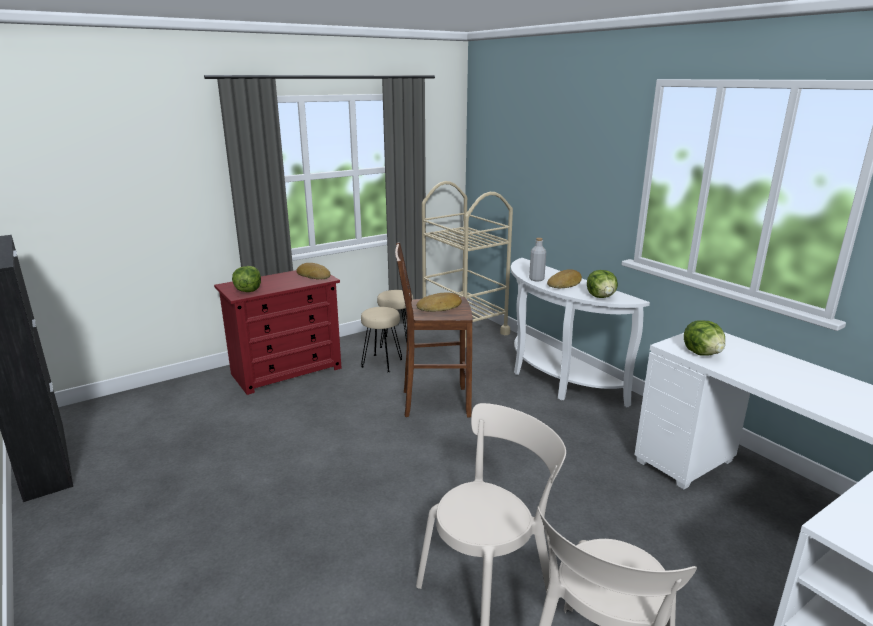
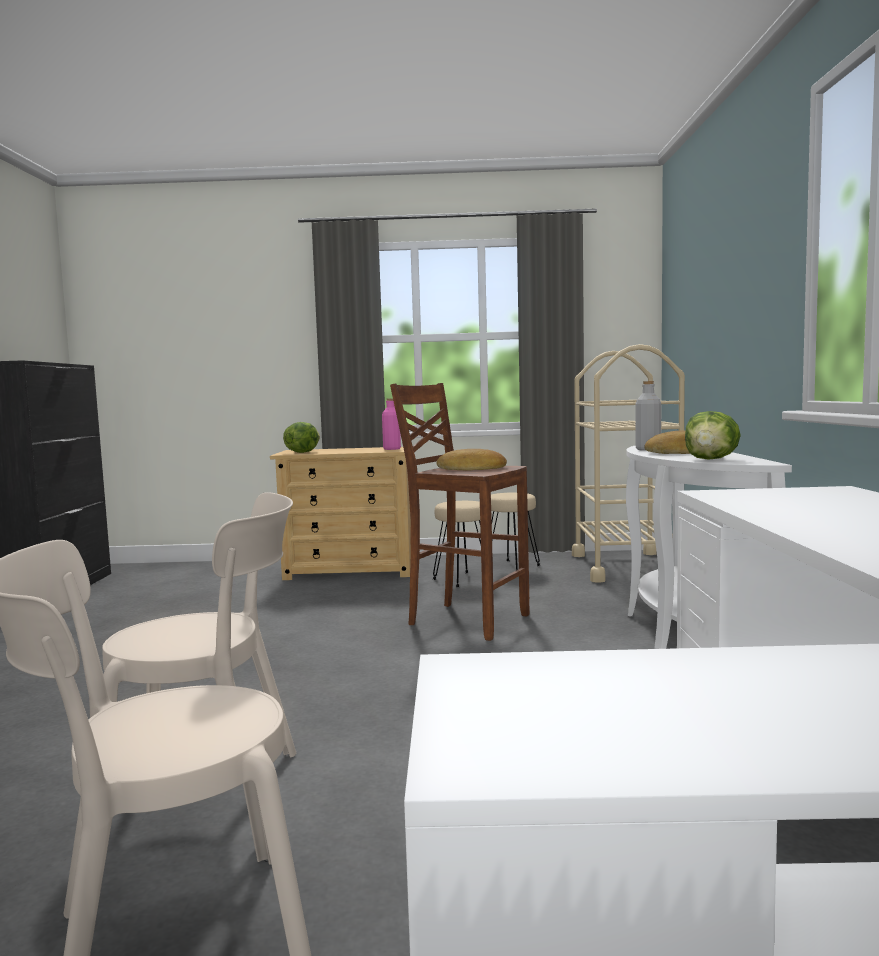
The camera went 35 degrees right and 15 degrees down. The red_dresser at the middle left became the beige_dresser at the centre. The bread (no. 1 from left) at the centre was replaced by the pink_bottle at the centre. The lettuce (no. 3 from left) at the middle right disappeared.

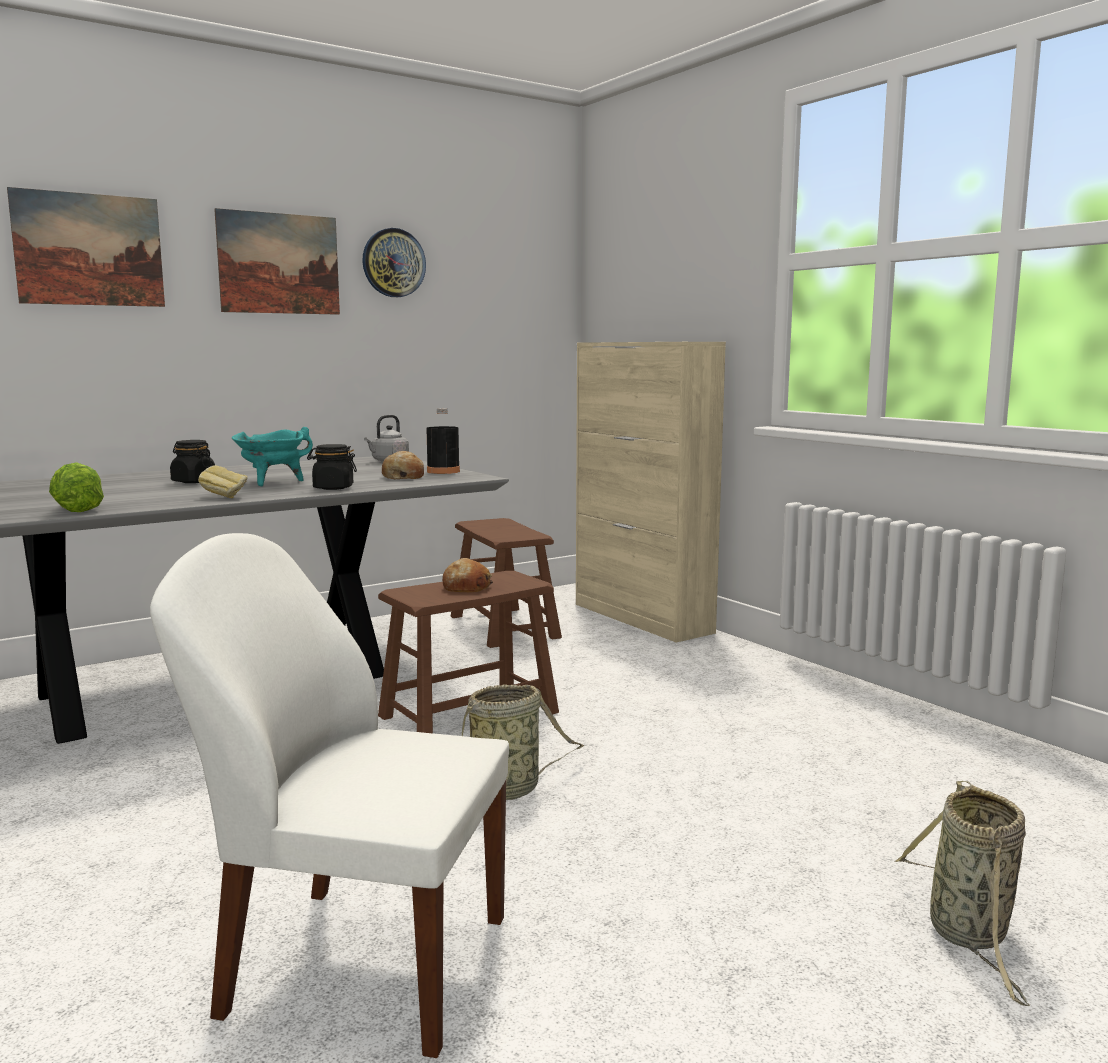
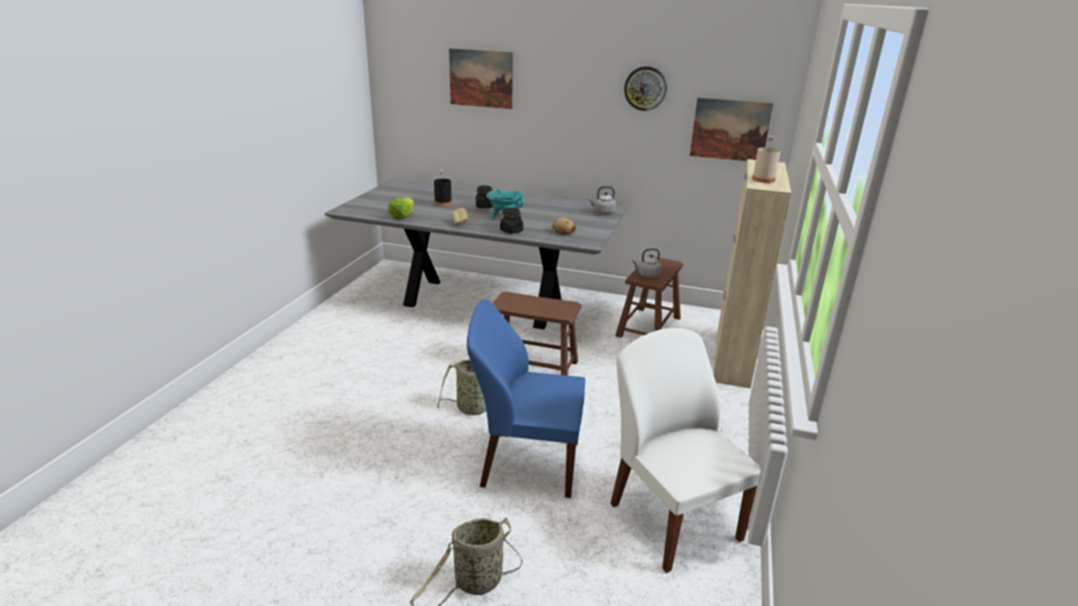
The camera went 50 degrees right and 15 degrees up. The black_bottle moved from the centre to the top centre. The blue_chair at the centre appeared. The white_chair moved from the bottom left to the bottom centre. The grey_kettle (no. 2 from left) at the centre appeared. The picture (no. 2 from left) moved from the top left to the top right. The beige_bottle at the top right appeared. The bread (no. 3 from left) at the centre disappeared.

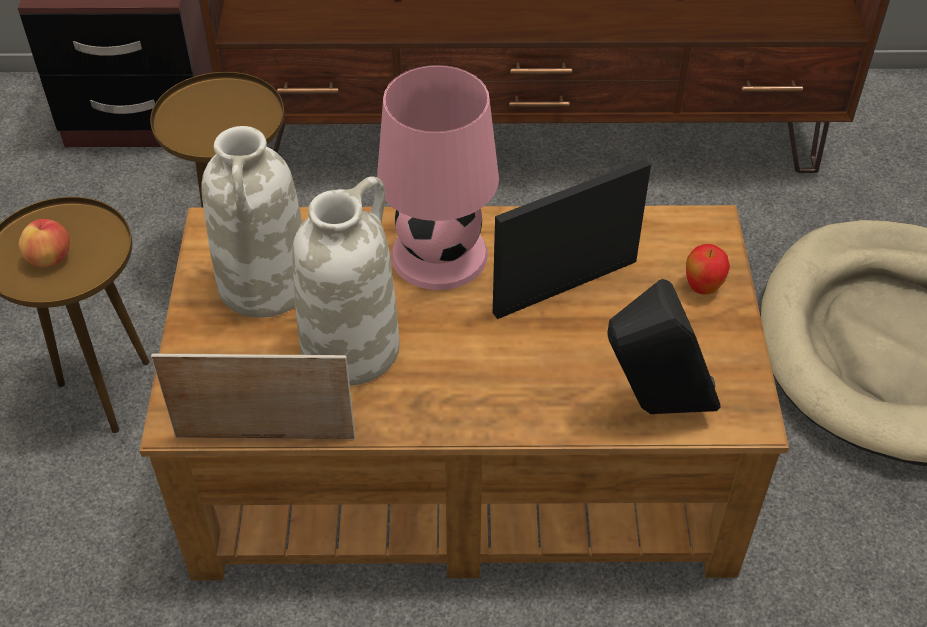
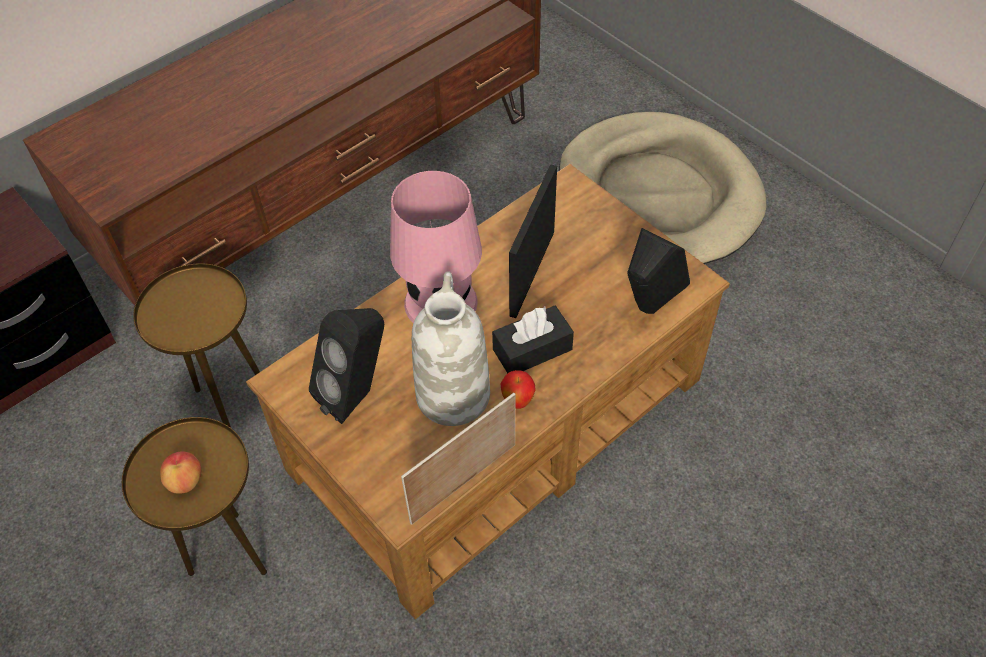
The camera went 40 degrees left and 5 degrees up. The white_vase (no. 1 from left) at the middle left was replaced by the black_speaker (no. 1 from left) at the centre. The black_tissue_box at the centre appeared. The apple (no. 2 from left) moved from the middle right to the centre.

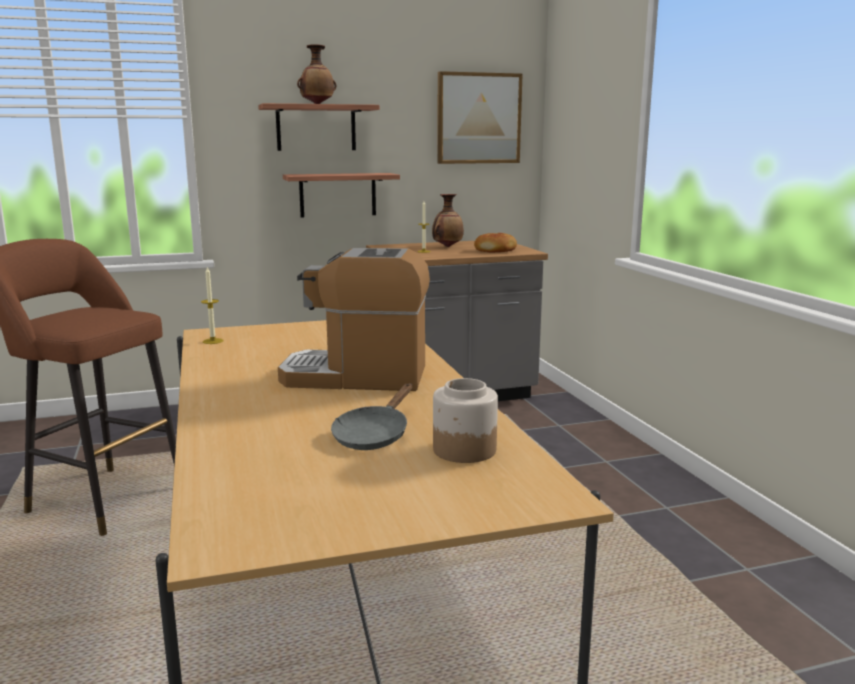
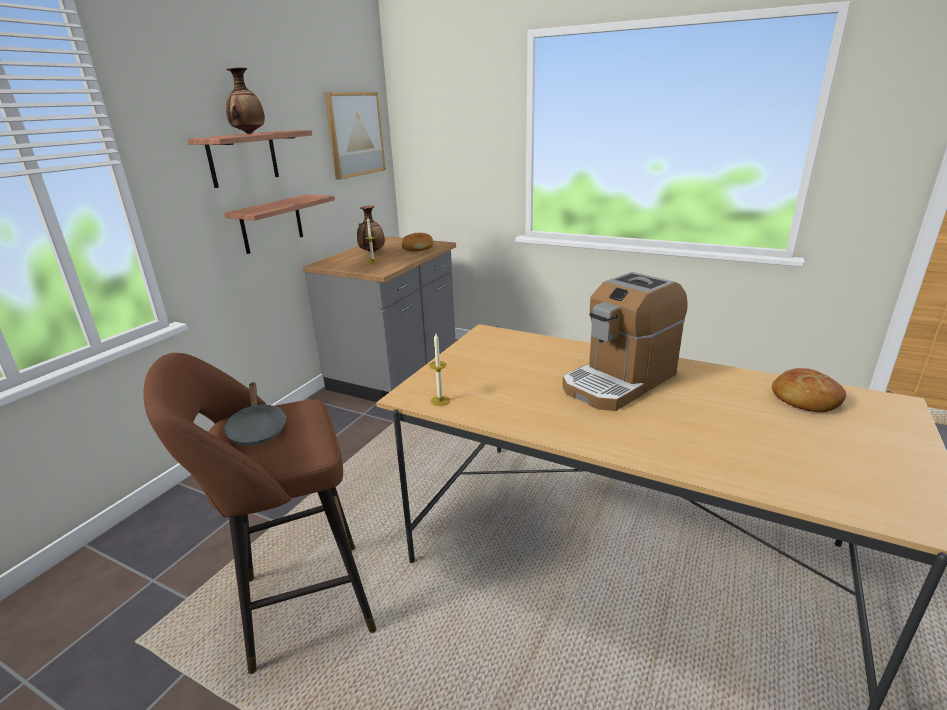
The camera went 45 degrees left and 10 degrees up. The grey_frying_pan moved from the centre to the middle left. The jar at the centre was replaced by the bread (no. 2 from left) at the middle right.

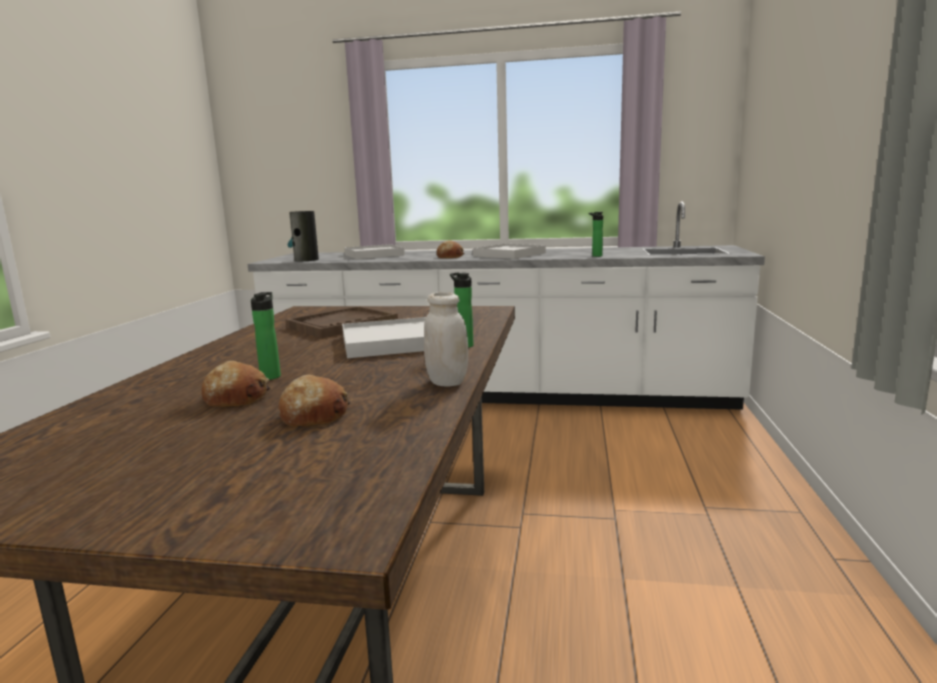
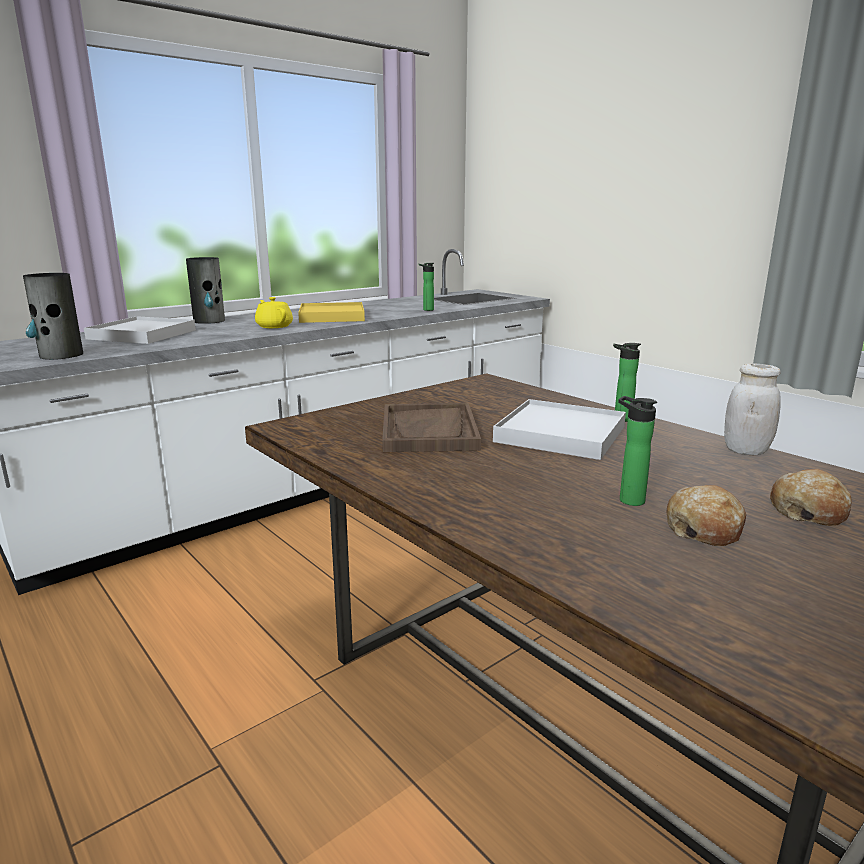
The camera went 50 degrees left and 5 degrees up. The vase (no. 2 from left) at the middle left appeared. The bread (no. 3 from left) at the centre was replaced by the yellow_teapot at the middle left. The white_tray (no. 3 from left) at the centre became the yellow_tray at the centre.

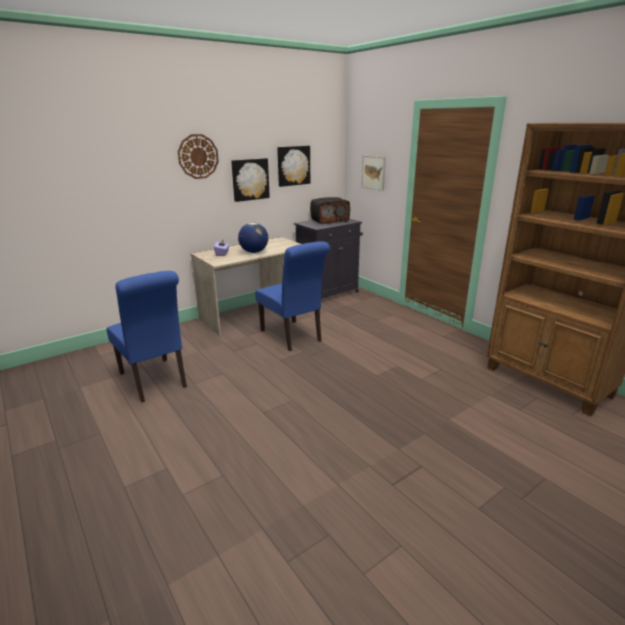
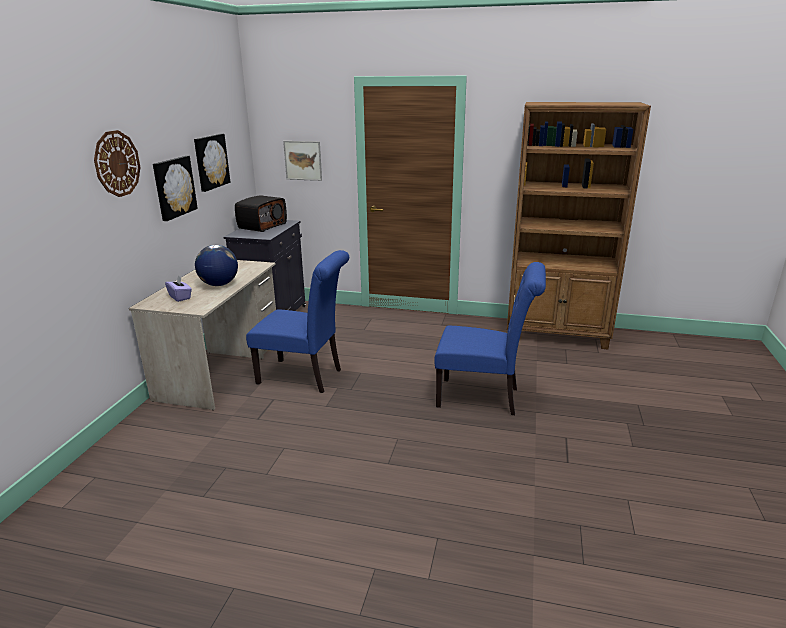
The camera went 40 degrees left and 0 degrees up. The blue_chair (no. 1 from left in the first image) moved from the middle left to the centre.

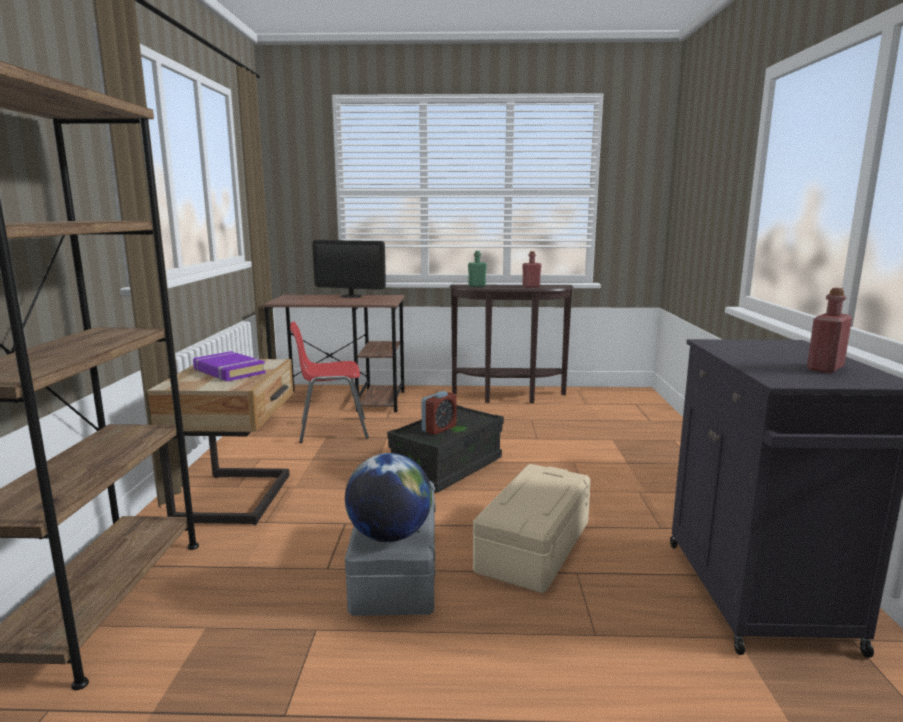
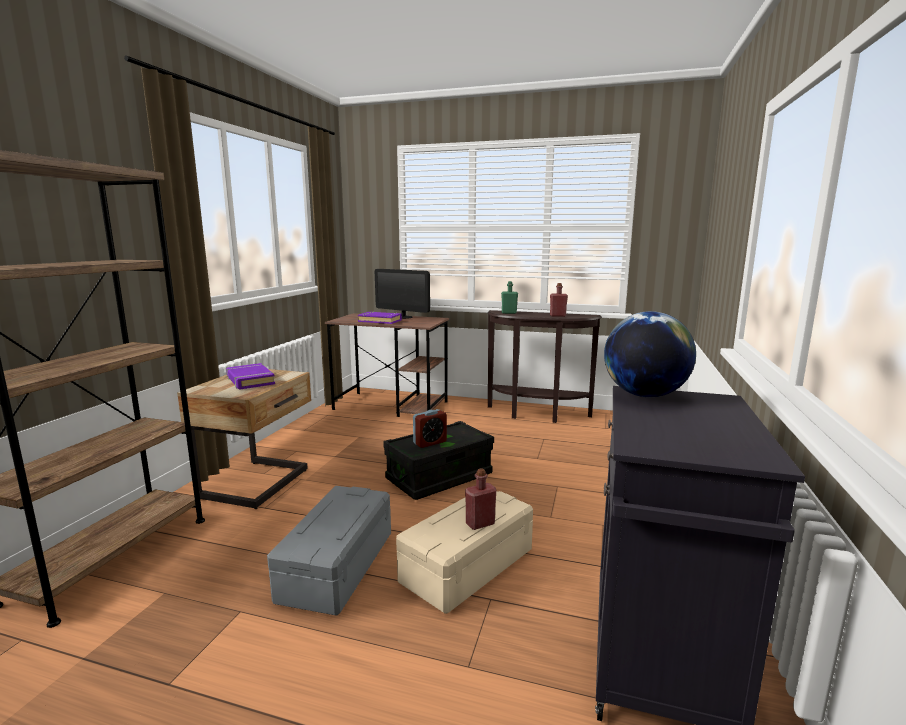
The camera went 15 degrees right and 0 degrees up. The purple_book (no. 2 from left) at the centre appeared. The red_bottle (no. 2 from left in the first image) moved from the middle right to the bottom centre. The globe moved from the bottom centre to the middle right. The red_chair at the centre disappeared.

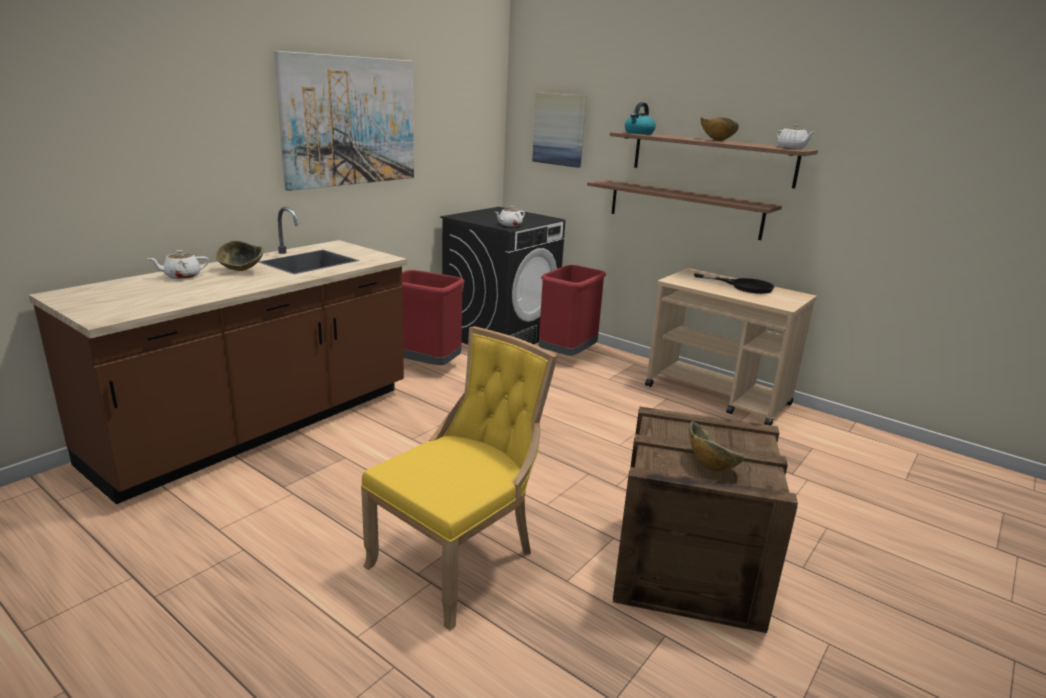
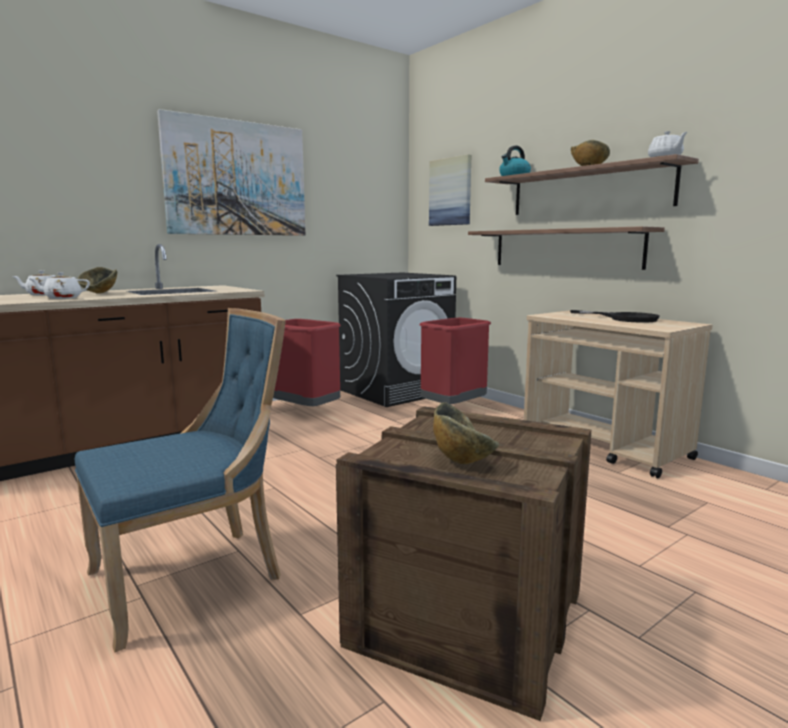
The camera went 15 degrees right and 10 degrees down. The white_teapot (no. 2 from left) moved from the top centre to the middle left. The yellow_chair at the bottom centre became the blue_chair at the middle left.

